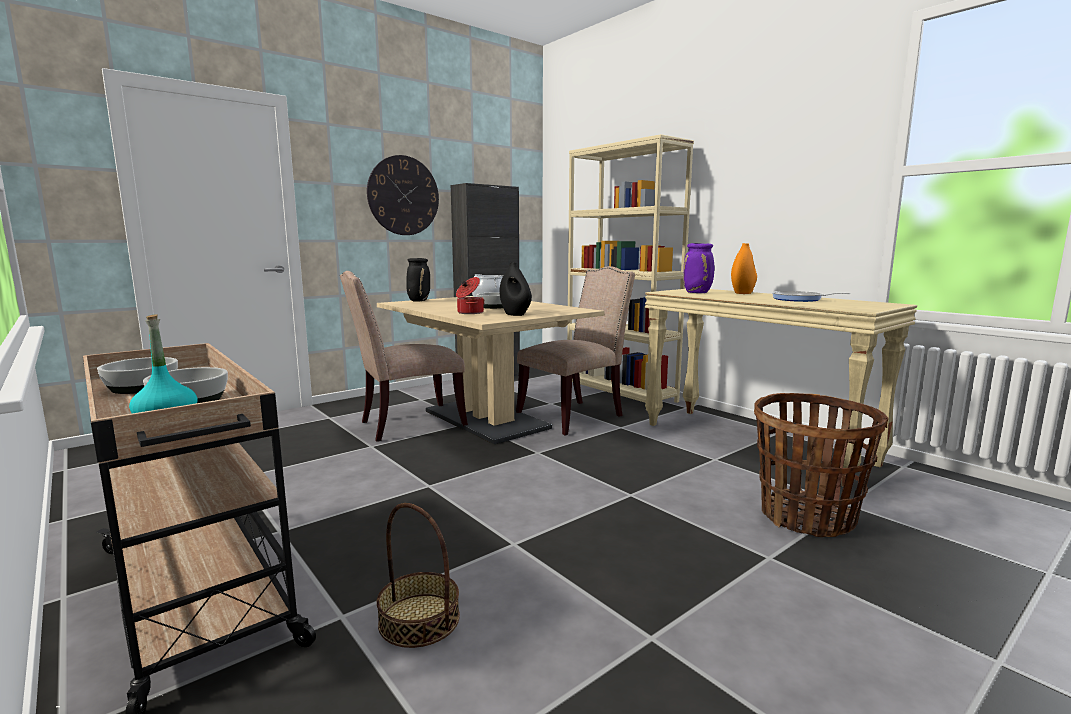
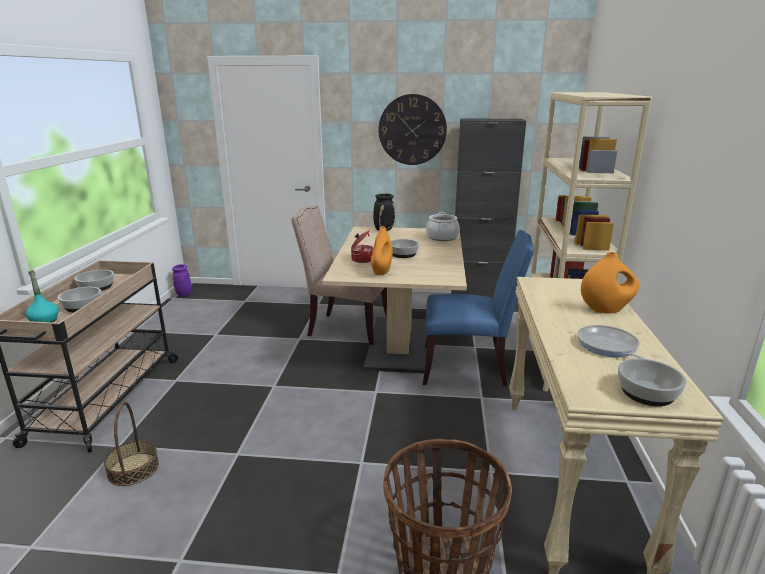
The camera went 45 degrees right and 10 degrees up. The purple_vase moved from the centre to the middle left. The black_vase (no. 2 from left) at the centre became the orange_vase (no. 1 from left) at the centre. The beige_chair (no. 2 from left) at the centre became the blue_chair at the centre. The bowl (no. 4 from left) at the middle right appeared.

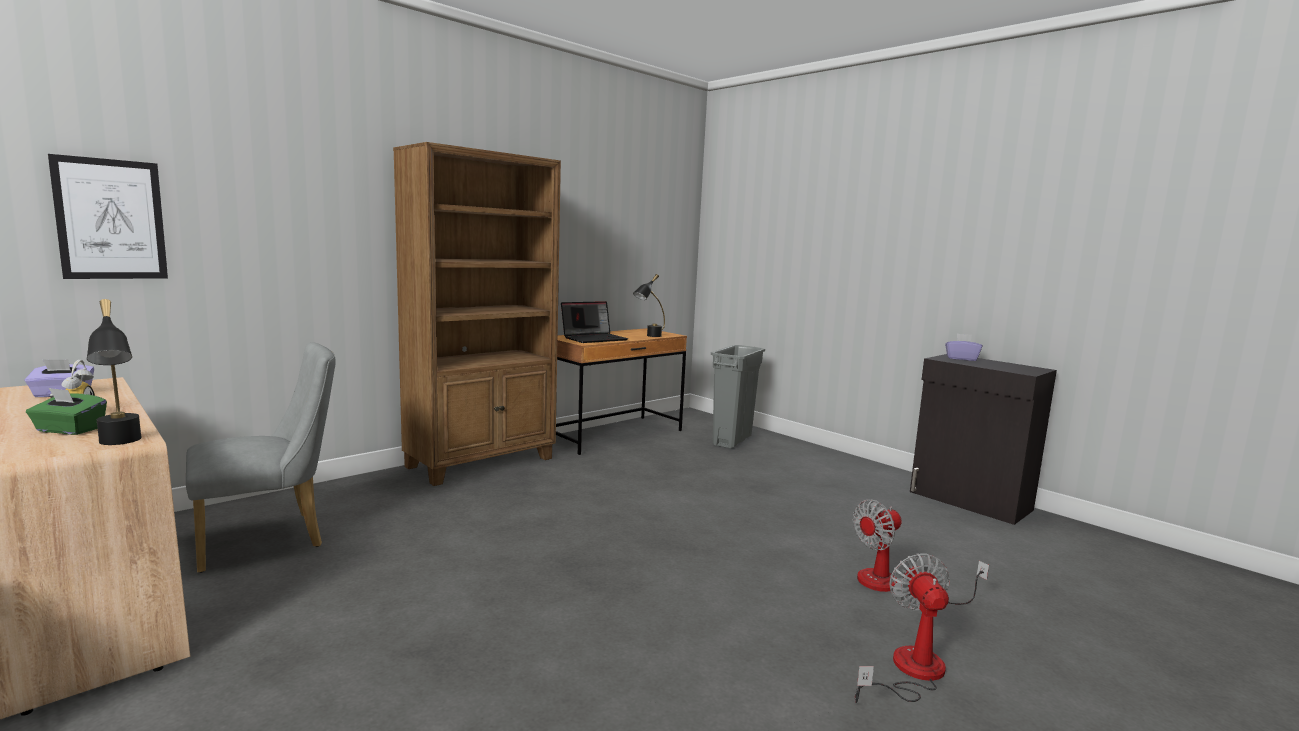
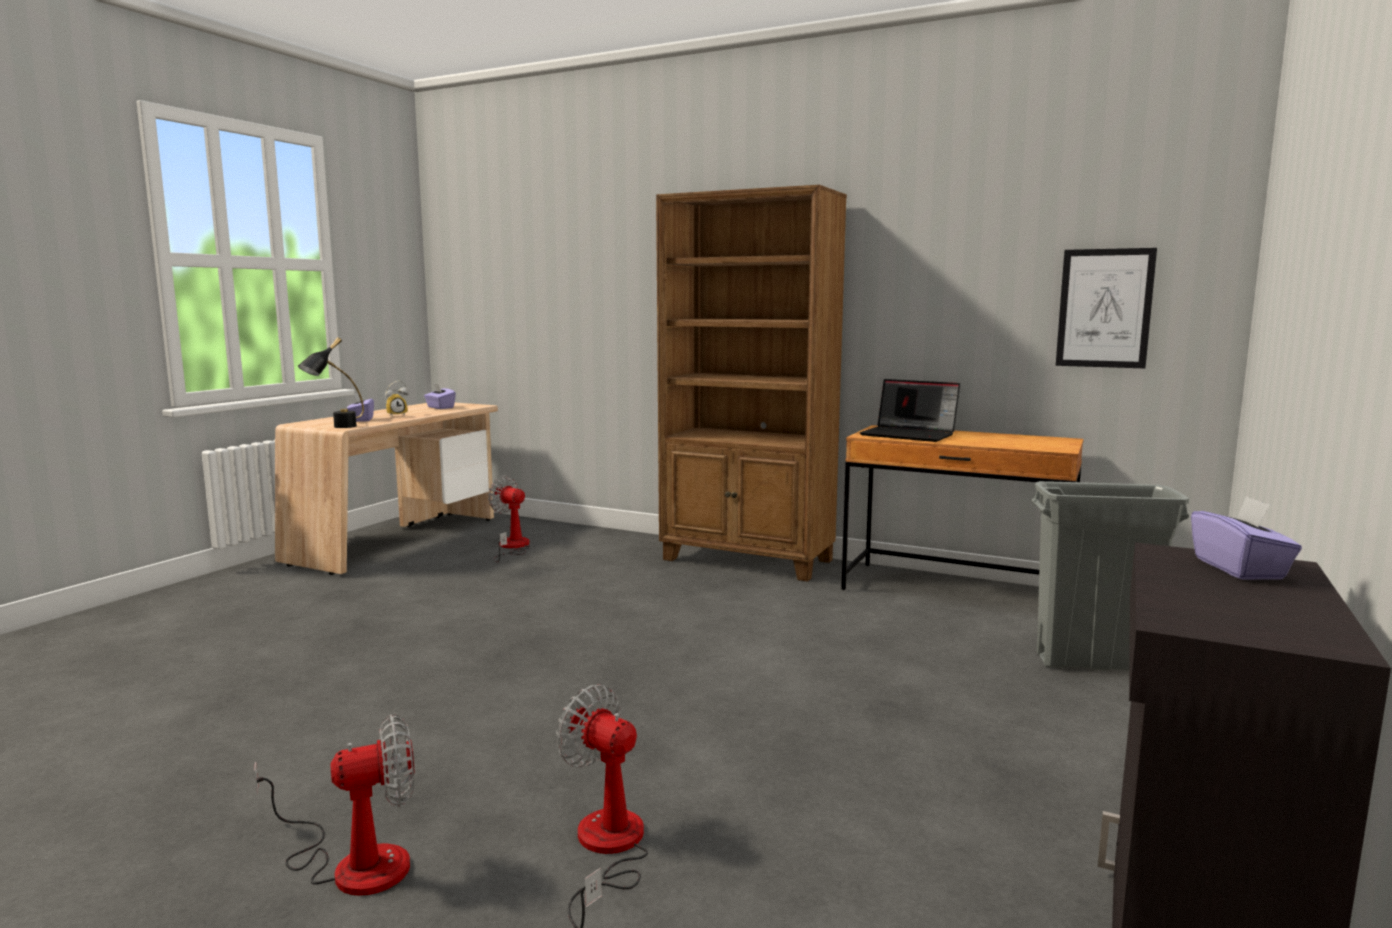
The camera went 70 degrees right and 0 degrees up. The green_tissue_box at the middle left became the purple_tissue_box (no. 1 from left) at the middle left. The grey_chair at the middle left was replaced by the fan (no. 2 from left) at the centre. The picture moved from the top left to the top right. The black_table_lamp (no. 2 from left) at the centre disappeared.

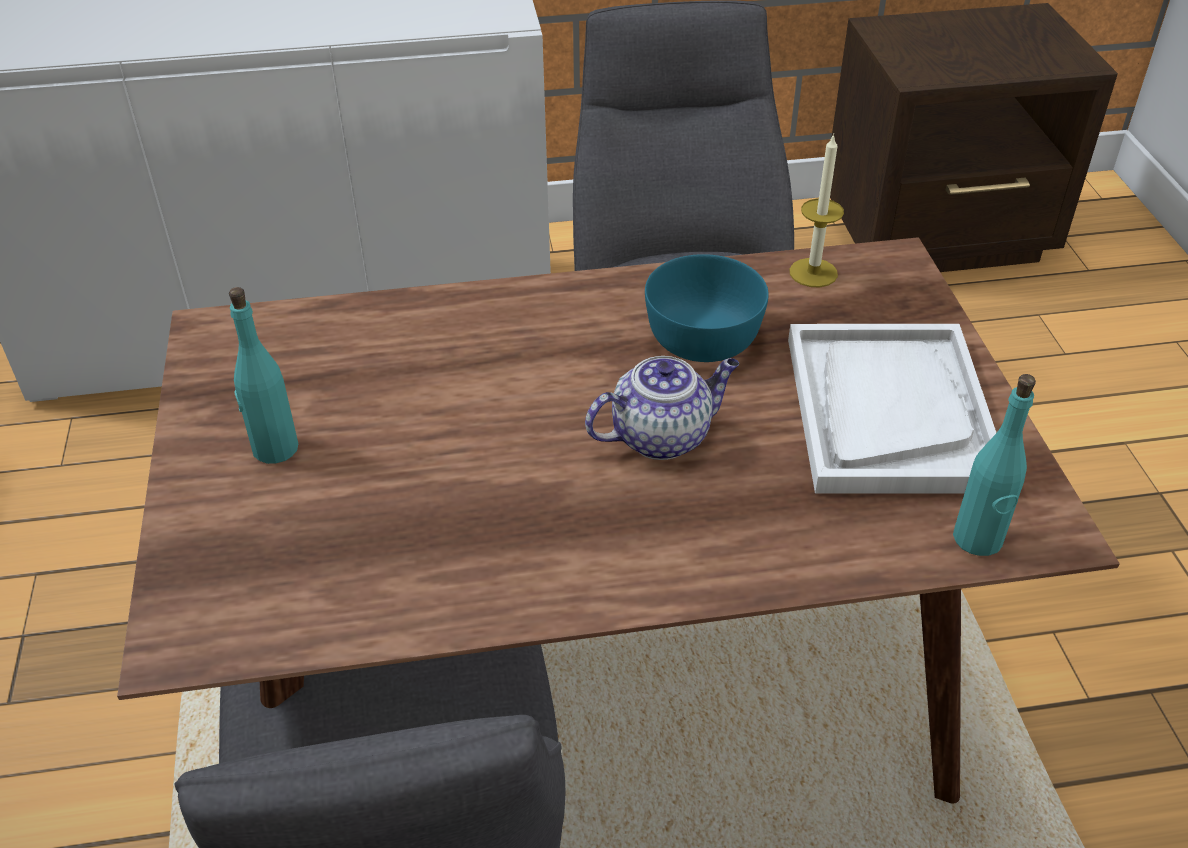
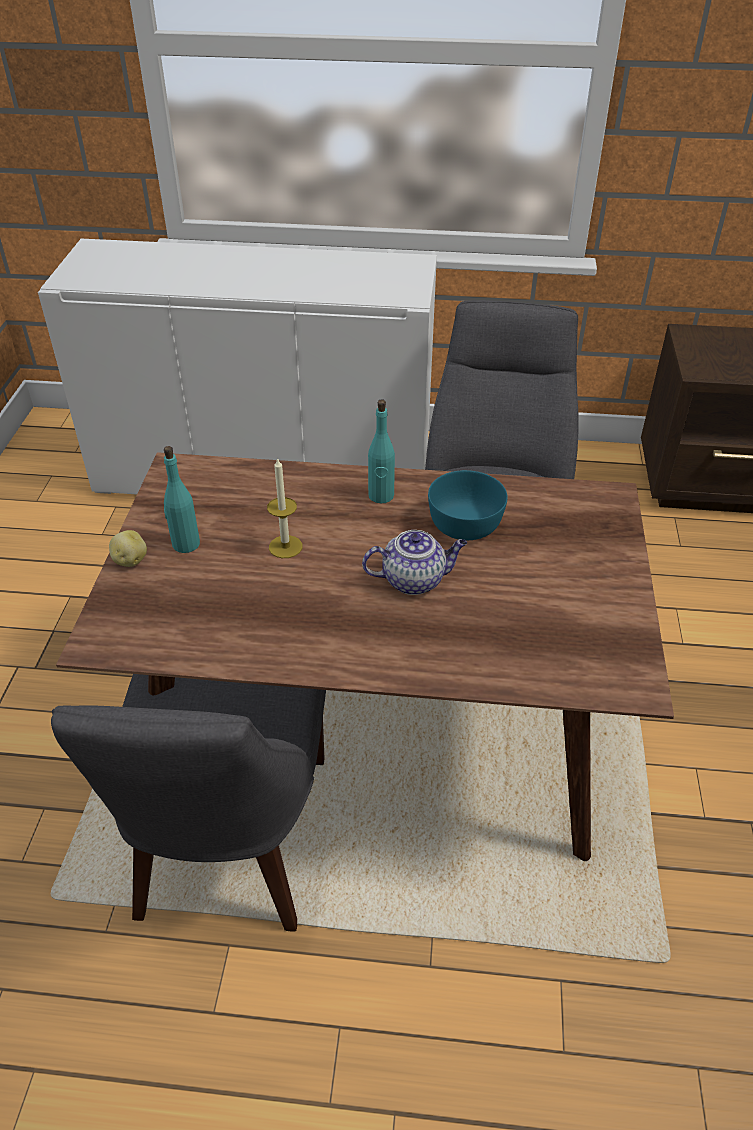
The camera went 15 degrees right and 0 degrees up. The potato at the middle left appeared. The candle moved from the top right to the centre. The turquoise_bottle (no. 2 from left) moved from the middle right to the centre. The white_tray at the middle right disappeared.

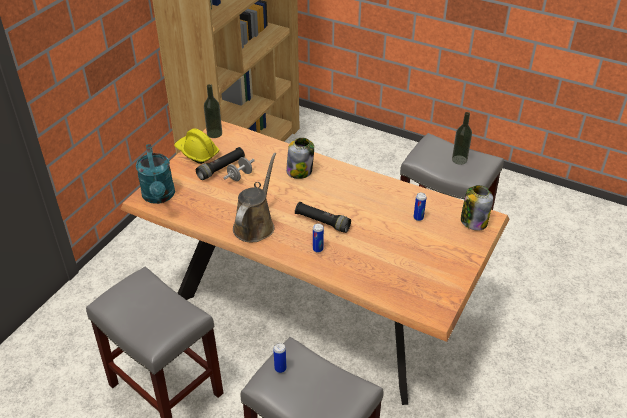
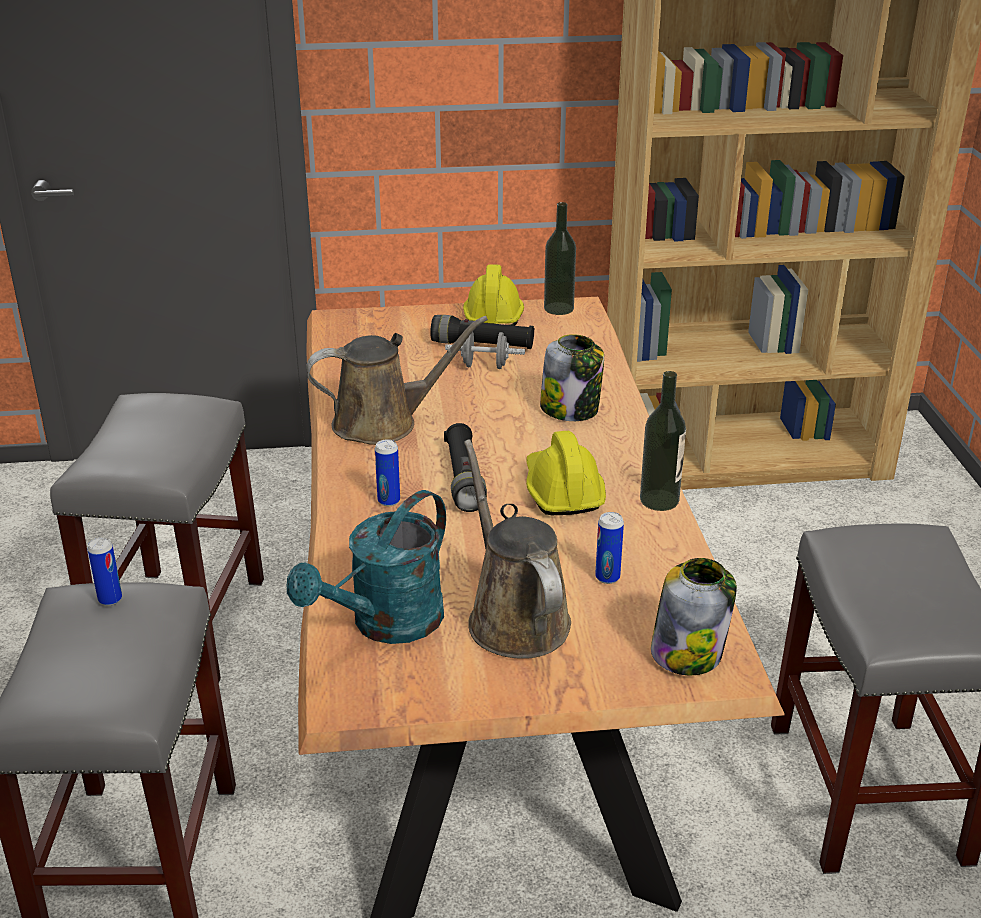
The camera went 55 degrees right and 10 degrees down. The turquoise_watering_can moved from the middle left to the centre. The brown_watering_can (no. 2 from left) at the centre appeared. The yellow_hard_hat (no. 2 from left) at the centre appeared. The bottle (no. 2 from left) moved from the top right to the middle right.

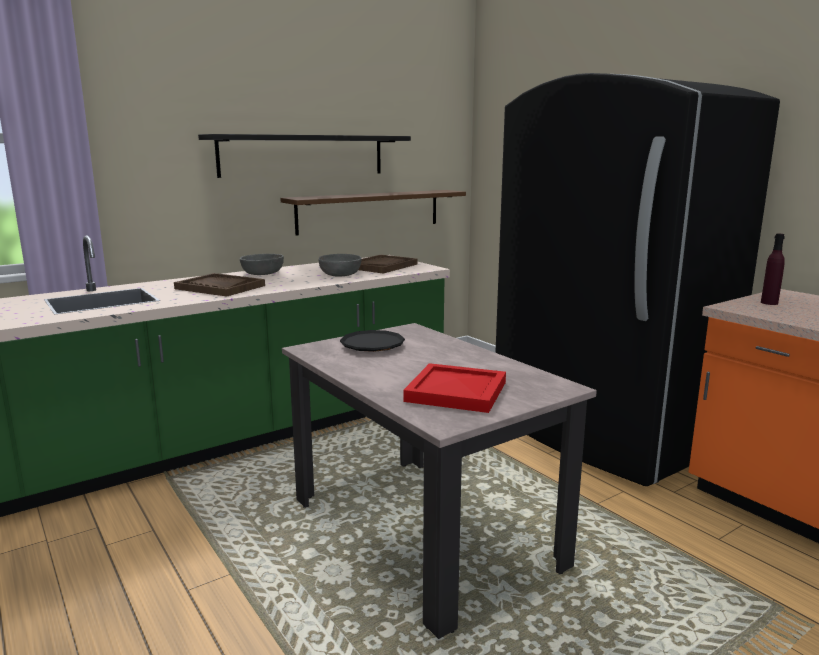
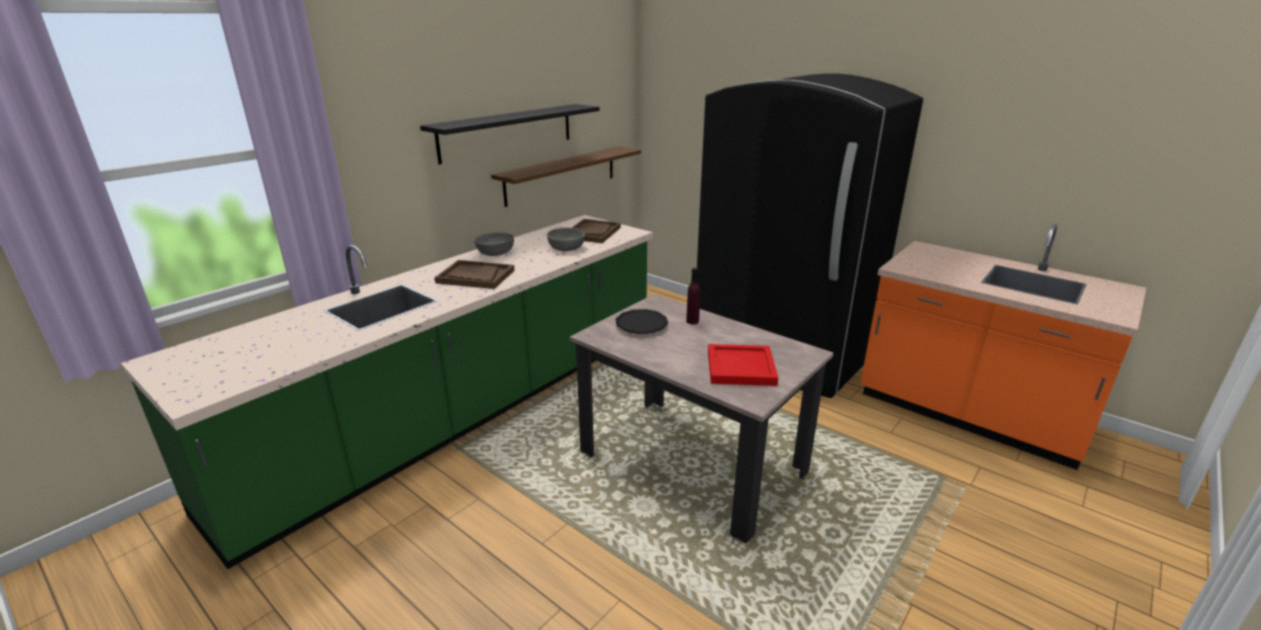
The camera went 15 degrees left and 10 degrees up. The purple_bottle moved from the middle right to the centre.

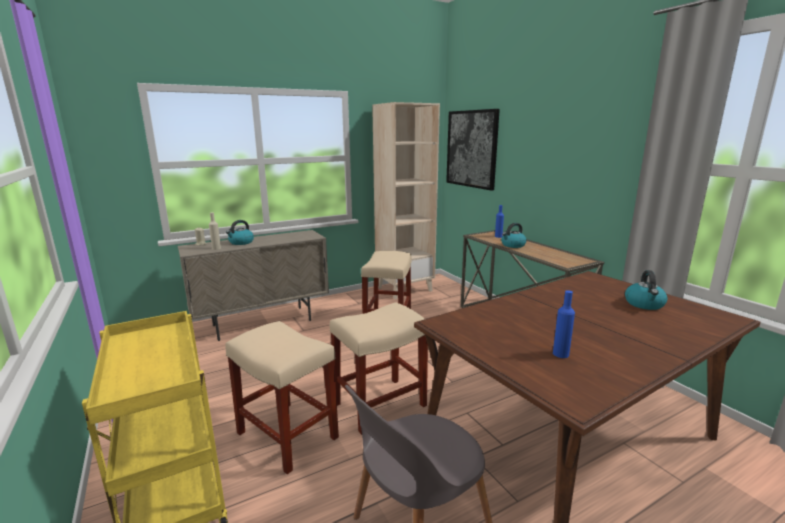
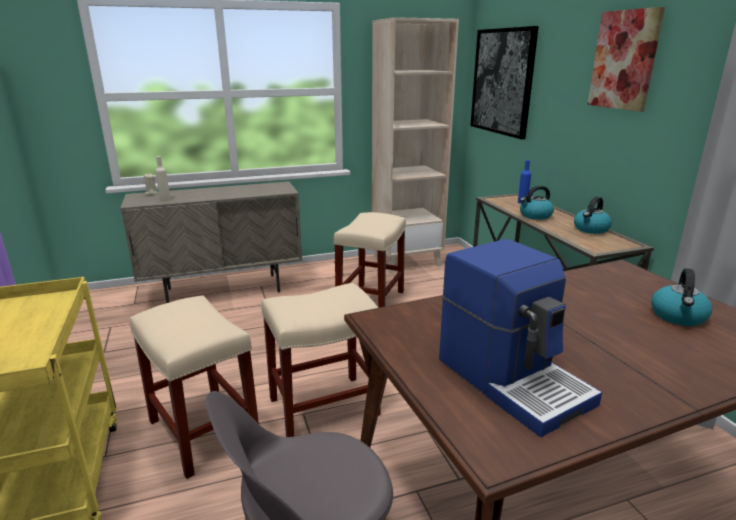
The camera went 10 degrees right and 5 degrees up. The blue_bottle (no. 2 from left) at the middle right was replaced by the coffee_machine at the middle right. The kettle (no. 1 from left in the first image) moved from the middle left to the middle right. The picture (no. 2 from left) at the top right appeared.

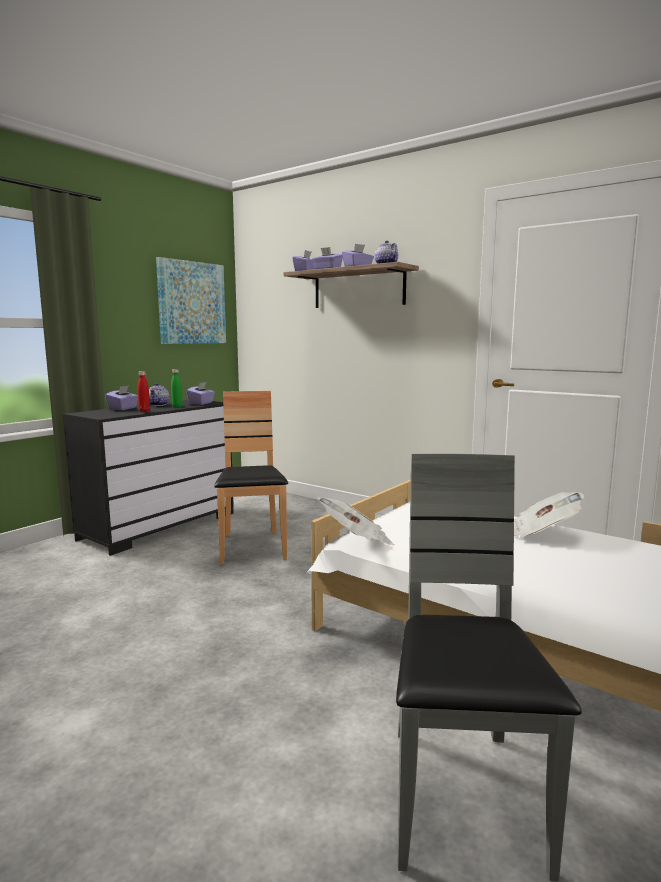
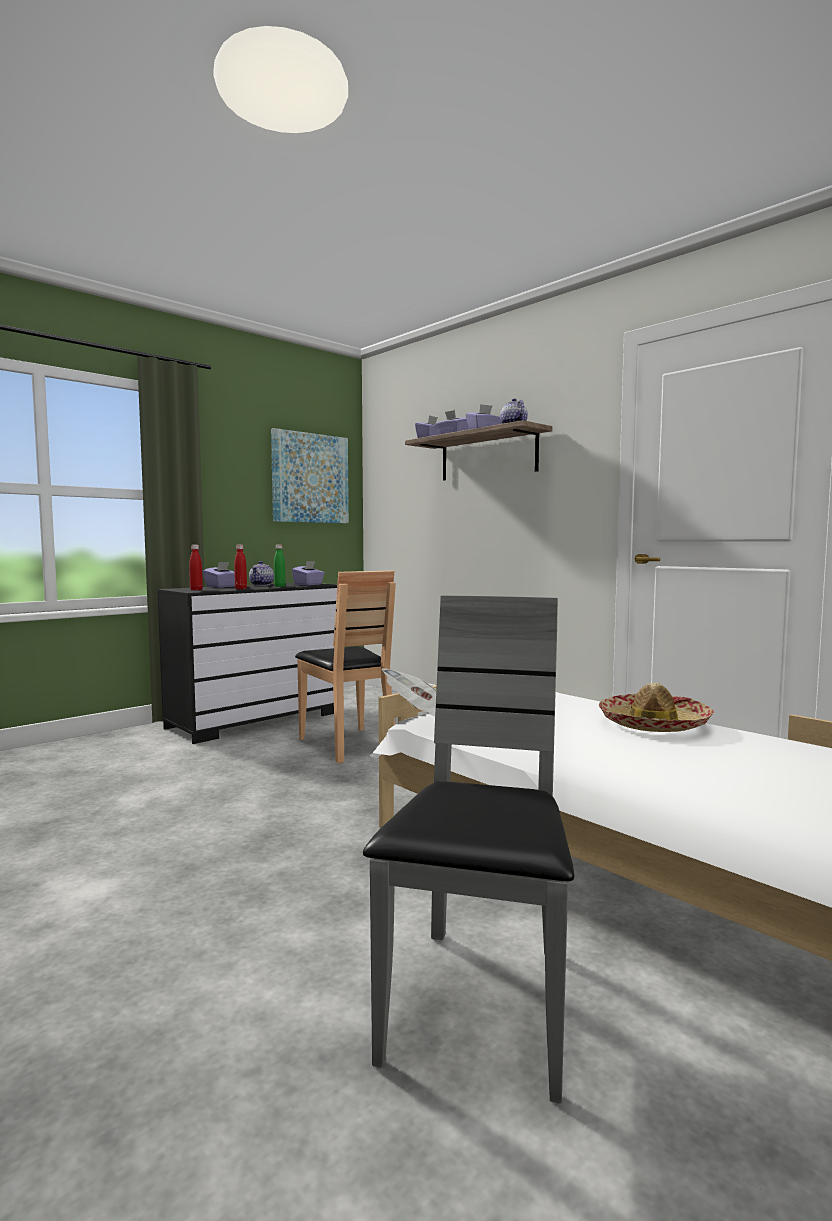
The camera went 10 degrees right and 5 degrees down. The red_bottle (no. 1 from left) at the middle left appeared. The brown_chair at the centre turned 150 degrees clockwise. The newspaper (no. 2 from left) at the middle right was replaced by the hat at the middle right.

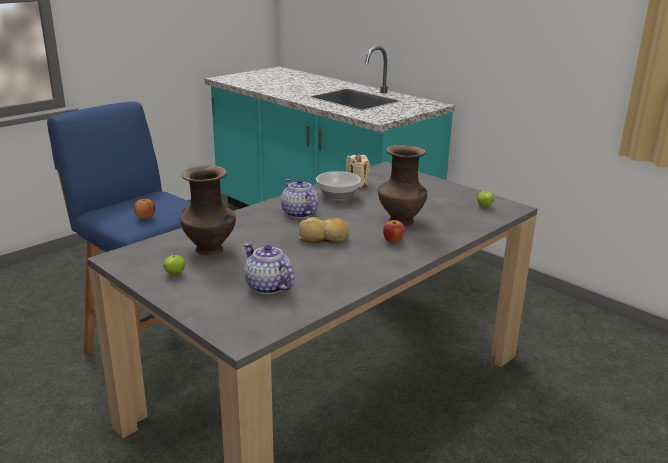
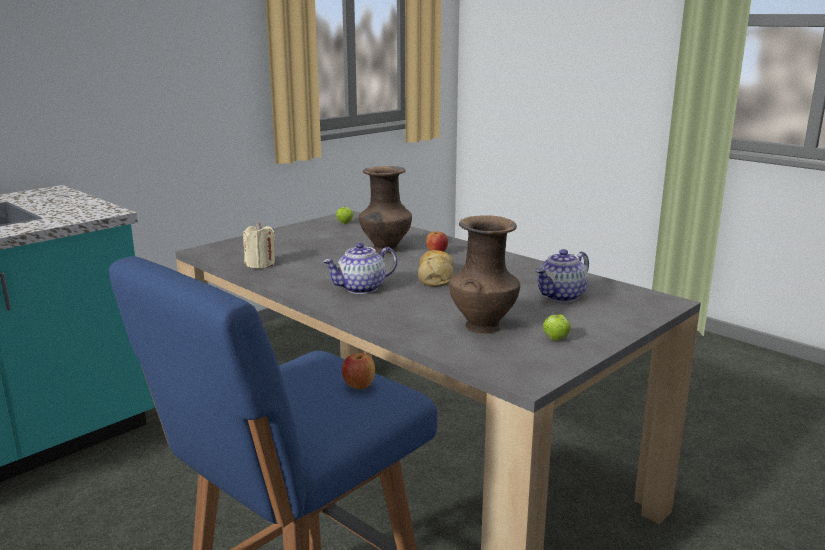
The camera went 90 degrees left and 5 degrees down. The bowl at the centre disappeared.

